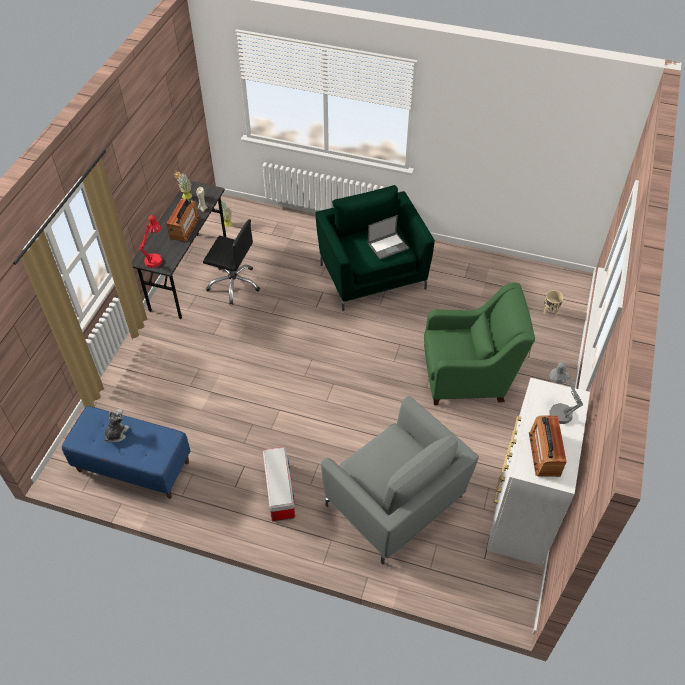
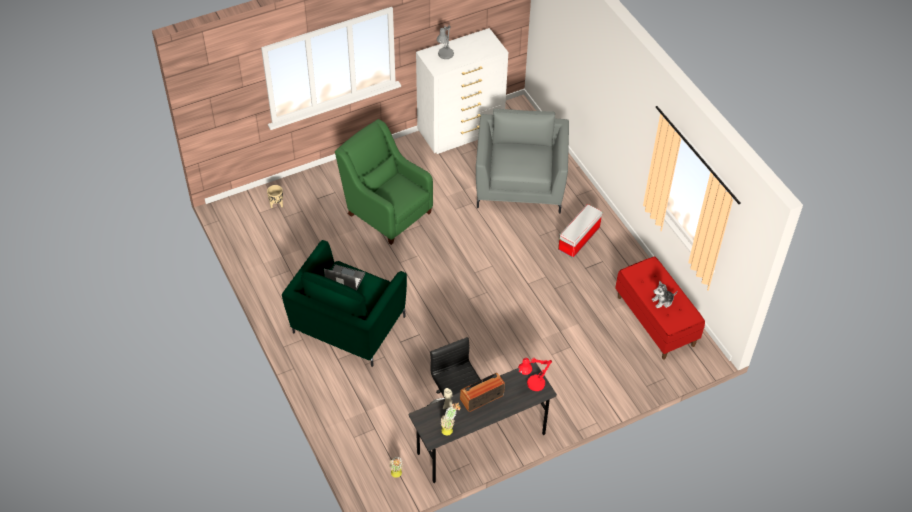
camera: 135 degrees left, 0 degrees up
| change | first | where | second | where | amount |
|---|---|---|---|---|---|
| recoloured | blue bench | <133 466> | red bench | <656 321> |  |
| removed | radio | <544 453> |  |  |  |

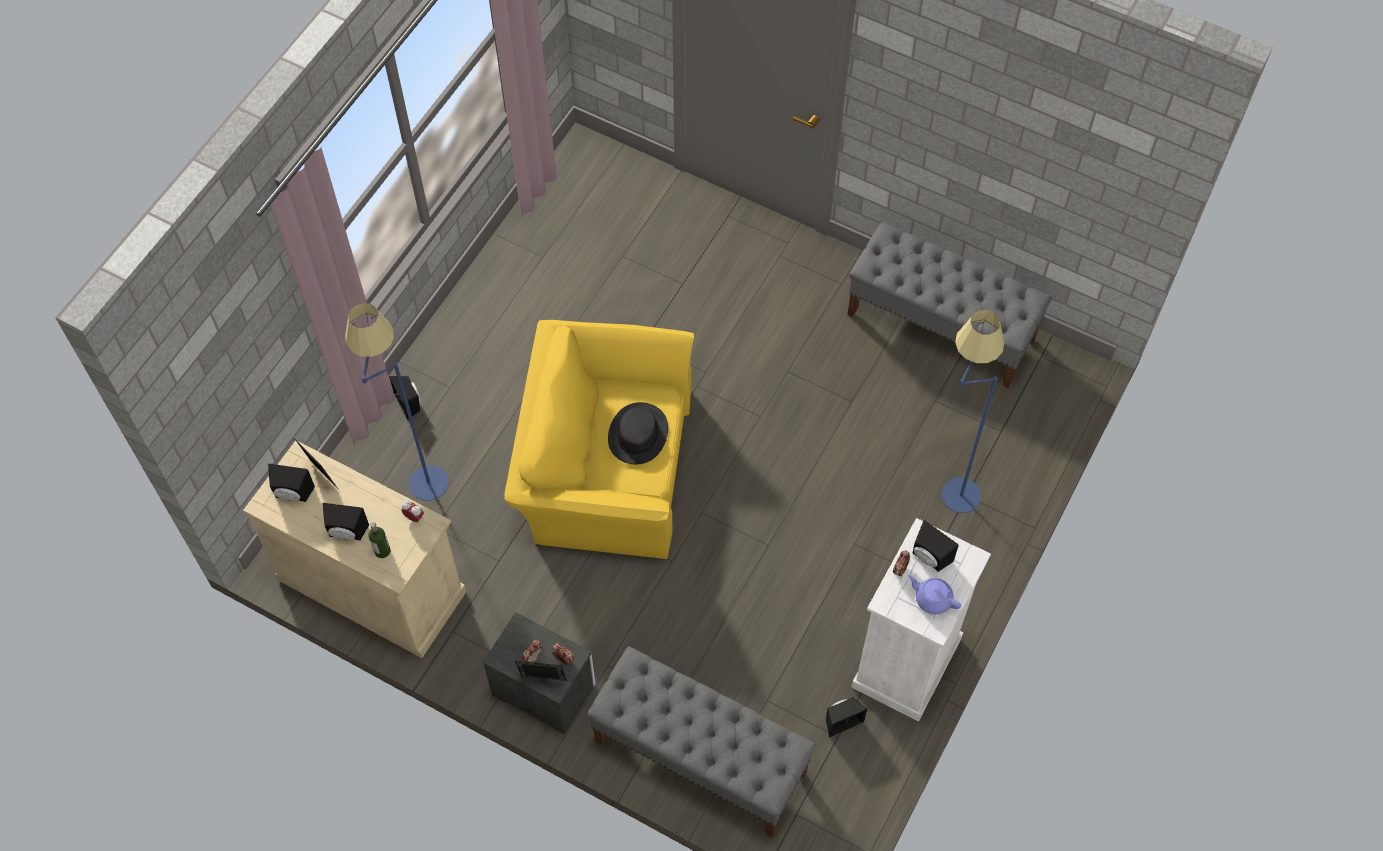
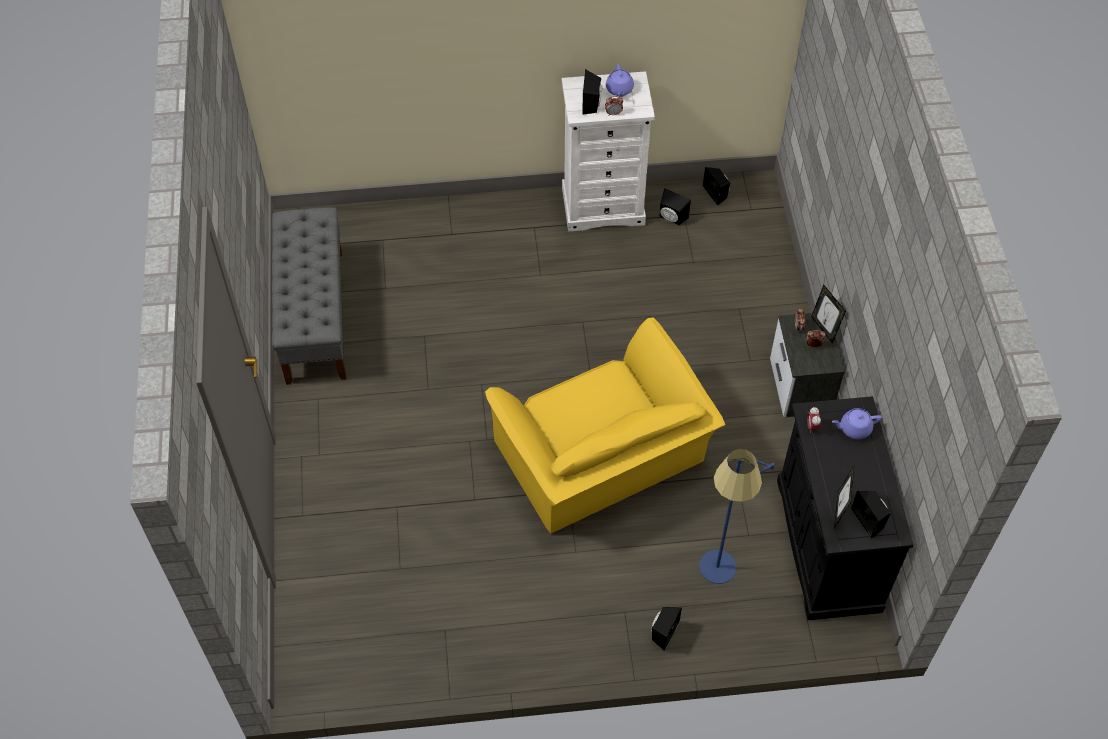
camera: 125 degrees left, 5 degrees down
| change | first | where | second | where | amount |
|---|---|---|---|---|---|
| moved | black speaker | <346 533> |  | <717 193> |  |
| recoloured | beige cabinet | <372 585> | black cabinet | <827 544> |  |
| replaced | bottle | <382 551> | purple teapot | <854 428> |  |
| removed | grey bench | <699 757> |  |  |  |
| removed | black hat | <637 434> |  |  |  |
| removed | blue floor lamp | <951 480> |  |  |  |

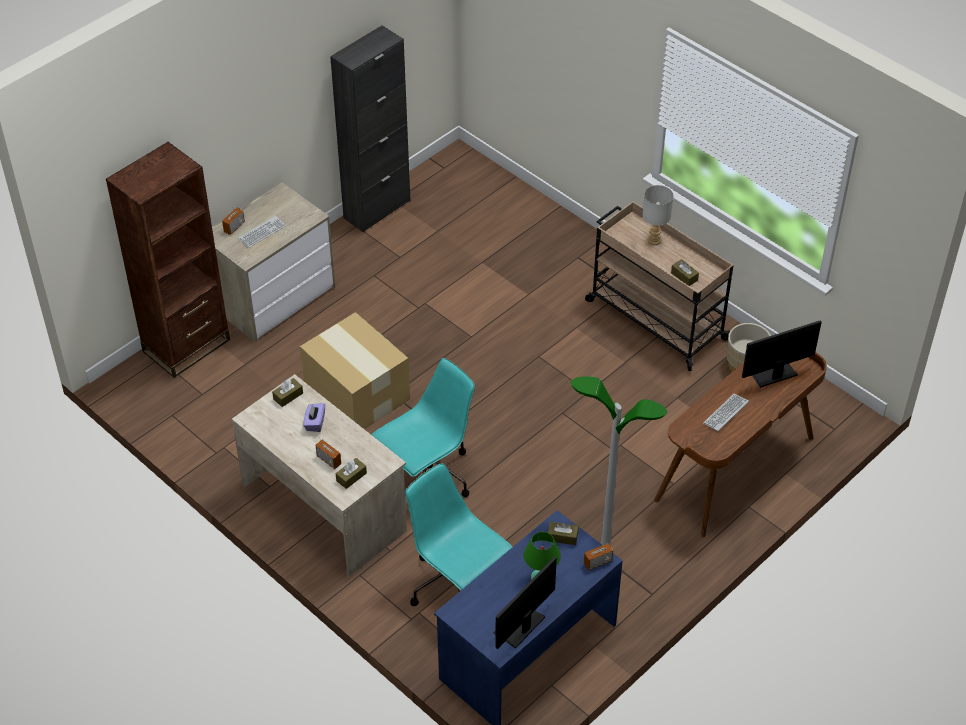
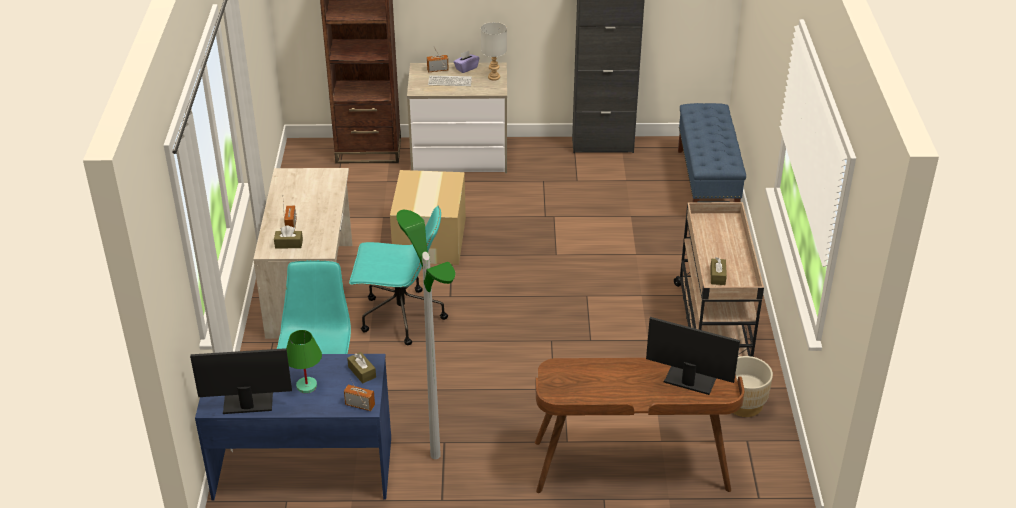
camera: 45 degrees right, 10 degrees down
| change | first | where | second | where | amount |
|---|---|---|---|---|---|
| moved | purple tissue box | <315 423> |  | <466 68> |  |
| moved | grey table lamp | <654 241> |  | <493 77> |  |
| added |  |  | blue bench | <707 184> |  |
| removed | brown tissue box | <288 396> |  |  |  |
| removed | keyboard | <725 413> |  |  |  |

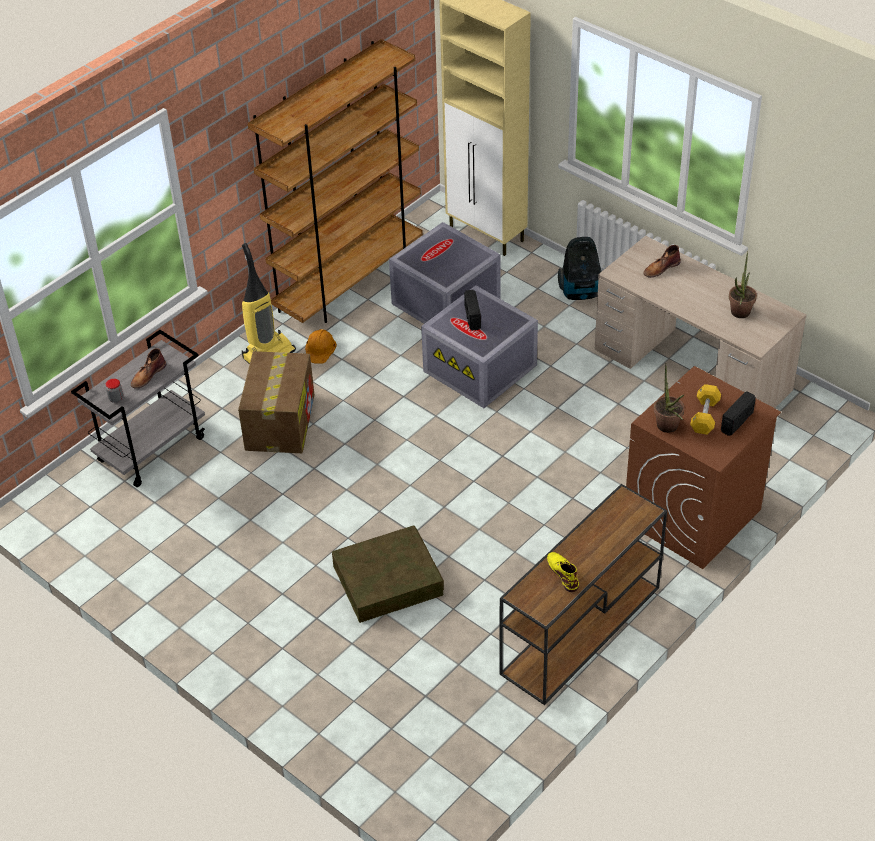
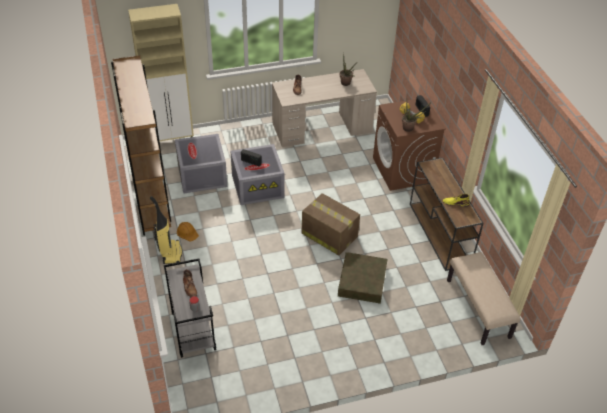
camera: 60 degrees left, 0 degrees up
| change | first | where | second | where | amount |
|---|---|---|---|---|---|
| moved | cardboard box | <280 421> |  | <328 234> |  |
| added |  |  | beige bench | <478 309> |  |
| removed | vacuum cleaner | <581 292> |  |  |  |

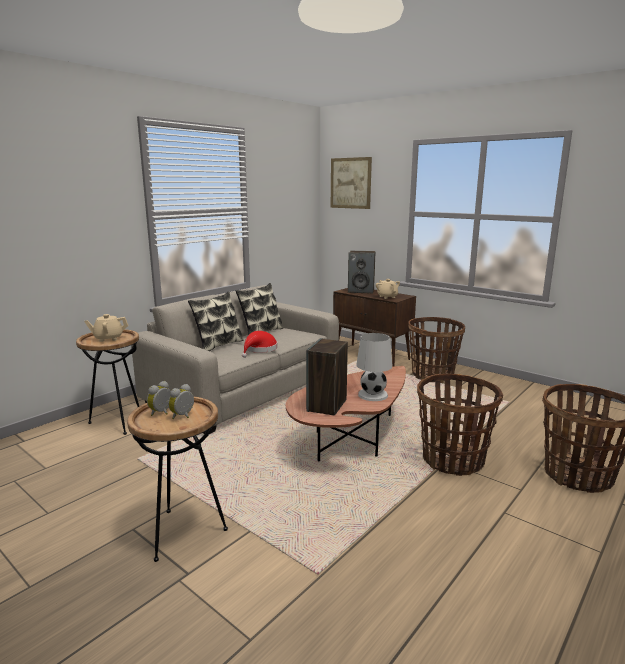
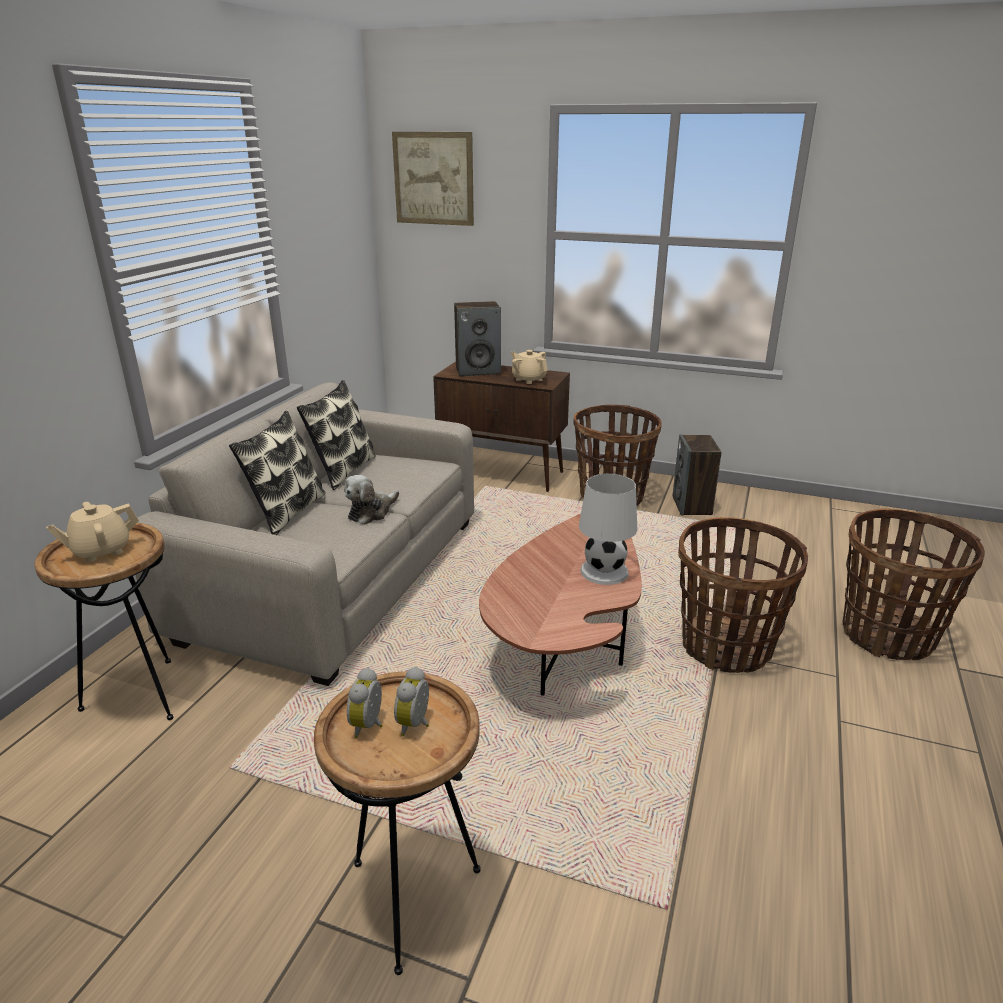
camera: 20 degrees left, 10 degrees up
| change | first | where | second | where | amount |
|---|---|---|---|---|---|
| replaced | red hat | <259 349> | plush toy | <371 512> |  |
| moved | speaker | <327 406> |  | <692 506> |  |

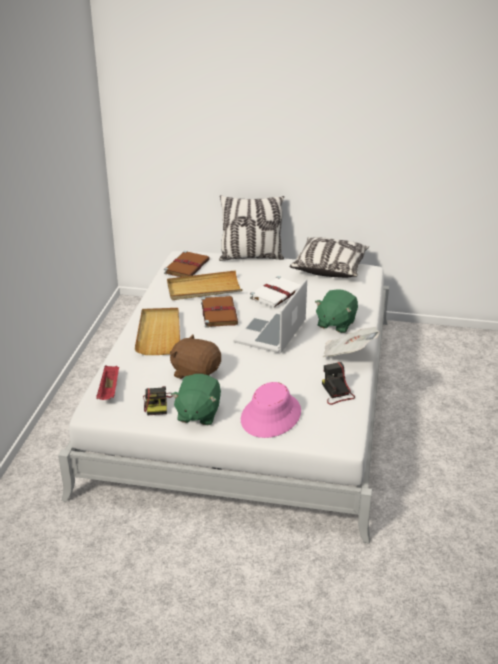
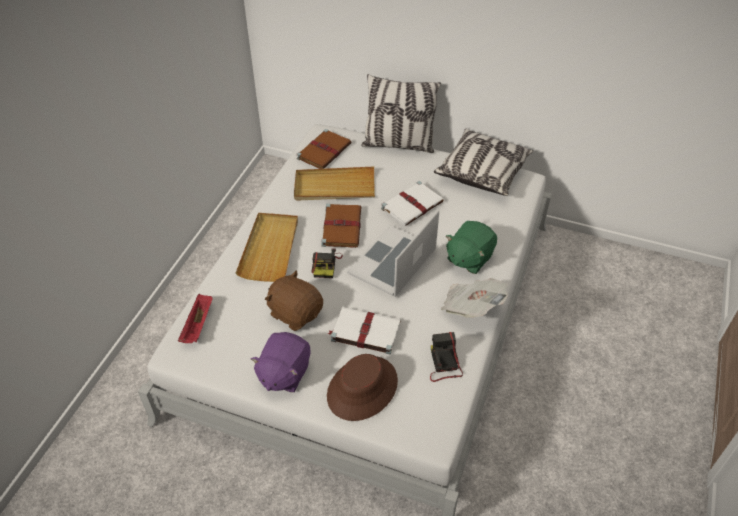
camera: 10 degrees right, 15 degrees up
| change | first | where | second | where | amount |
|---|---|---|---|---|---|
| recoloured | green plush toy | <198 413> | purple plush toy | <284 373> |  |
| moved | photo camera | <157 404> |  | <325 265> |  |
| recoloured | pink hat | <271 416> | brown hat | <362 388> |  |
| added |  |  | white book | <364 331> |  |

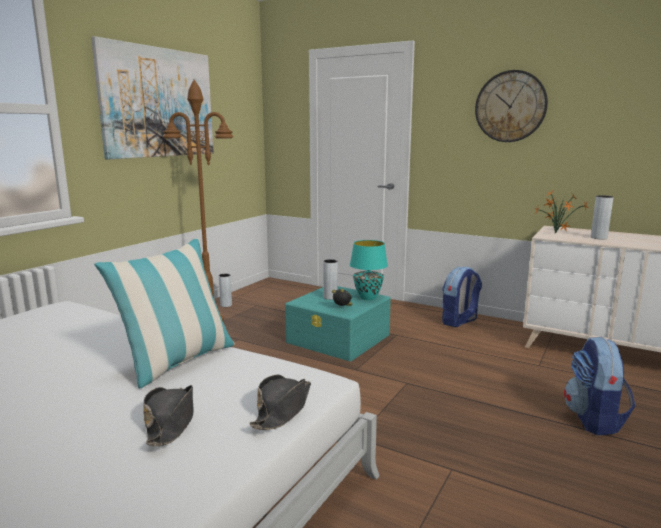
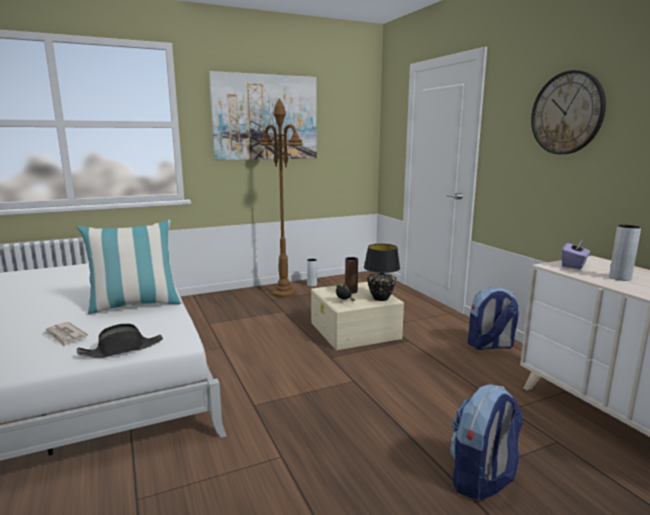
camera: 35 degrees right, 0 degrees up
| change | first | where | second | where | amount |
|---|---|---|---|---|---|
| replaced | black hat | <171 422> | newspaper | <65 336> |  |
| recoloured | turquoise storage box | <339 338> | beige storage box | <355 330> |  |
| recoloured | grey vase | <330 297> | brown vase | <351 291> |  |
| recoloured | turquoise table lamp | <368 298> | black table lamp | <381 298> |  |
| replaced | potted plant | <555 233> | purple tissue box | <574 265> |  |

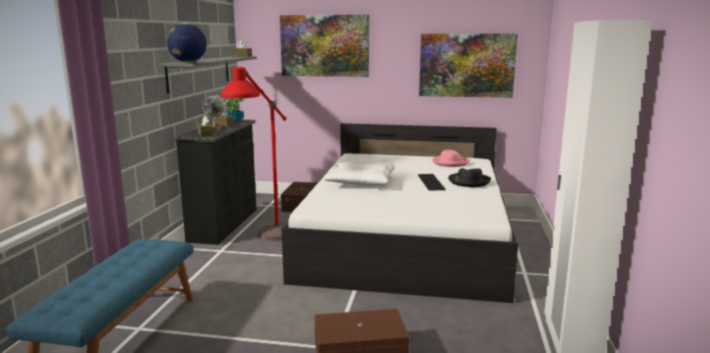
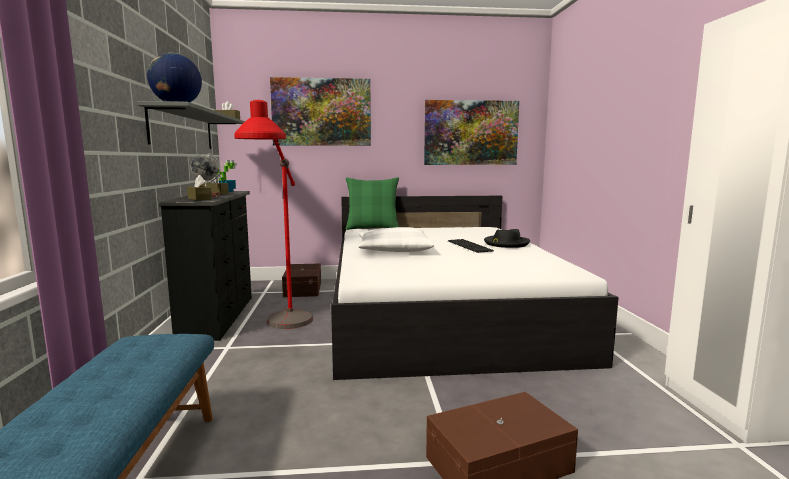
camera: 15 degrees left, 5 degrees down
| change | first | where | second | where | amount |
|---|---|---|---|---|---|
| added |  |  | green pillow | <372 228> |  |
| removed | pink hat | <450 163> |  |  |  |

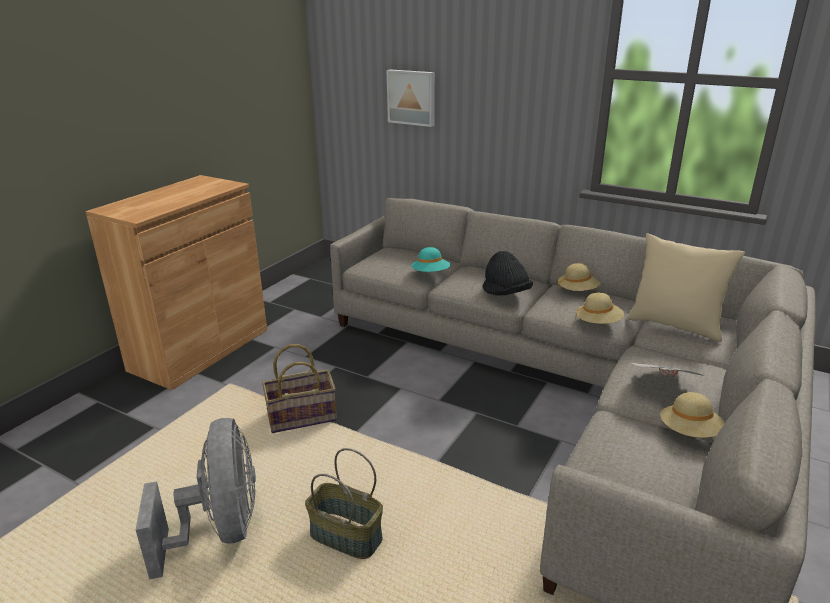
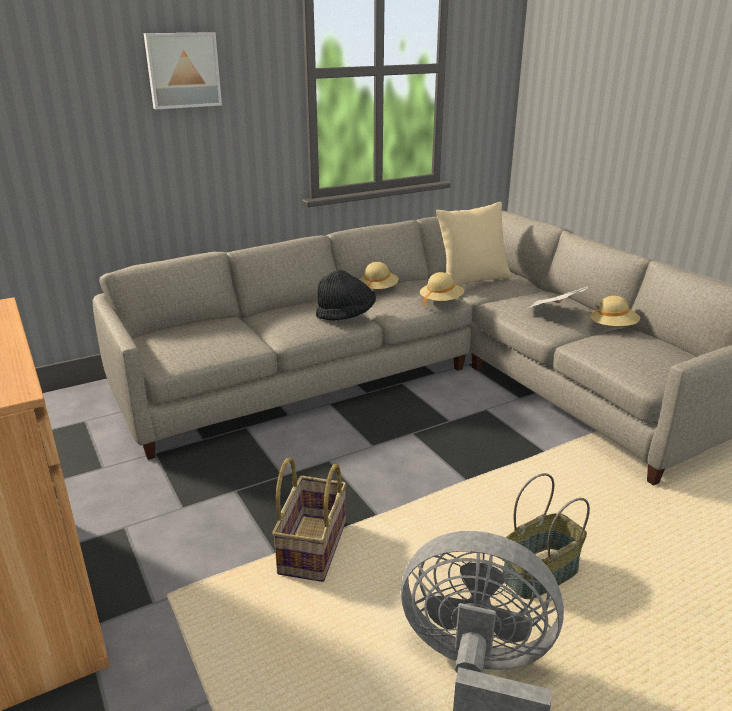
camera: 60 degrees left, 0 degrees up
| change | first | where | second | where | amount |
|---|---|---|---|---|---|
| moved | picture | <412 97> |  | <183 70> |  |
| removed | turquoise hat | <430 274> |  |  |  |

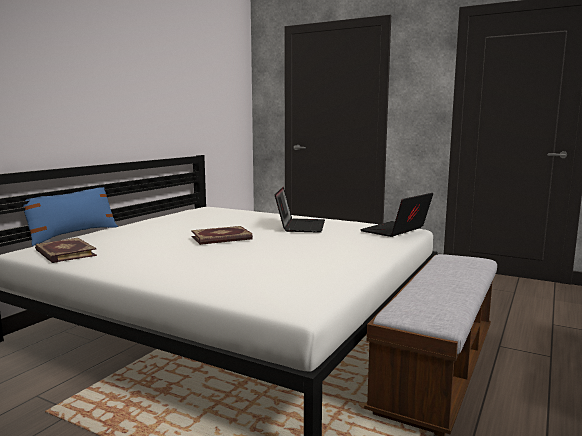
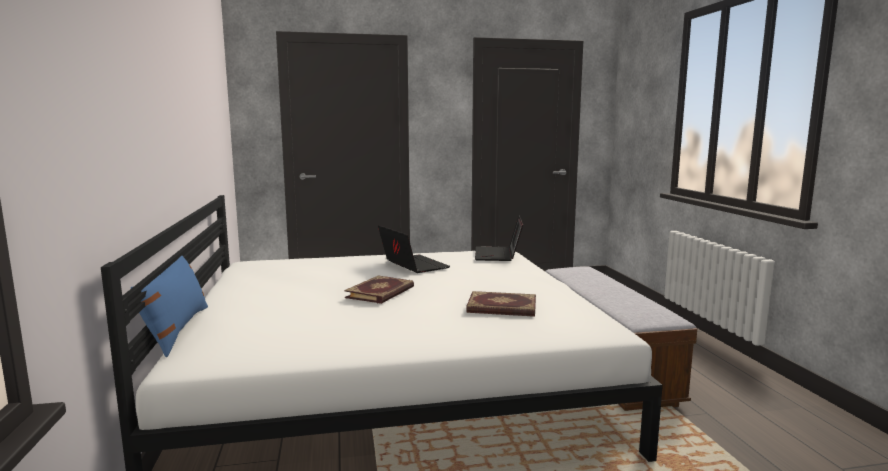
camera: 40 degrees left, 0 degrees up
| change | first | where | second | where | amount |
|---|---|---|---|---|---|
| moved | book | <64 253> |  | <502 308> |  |

